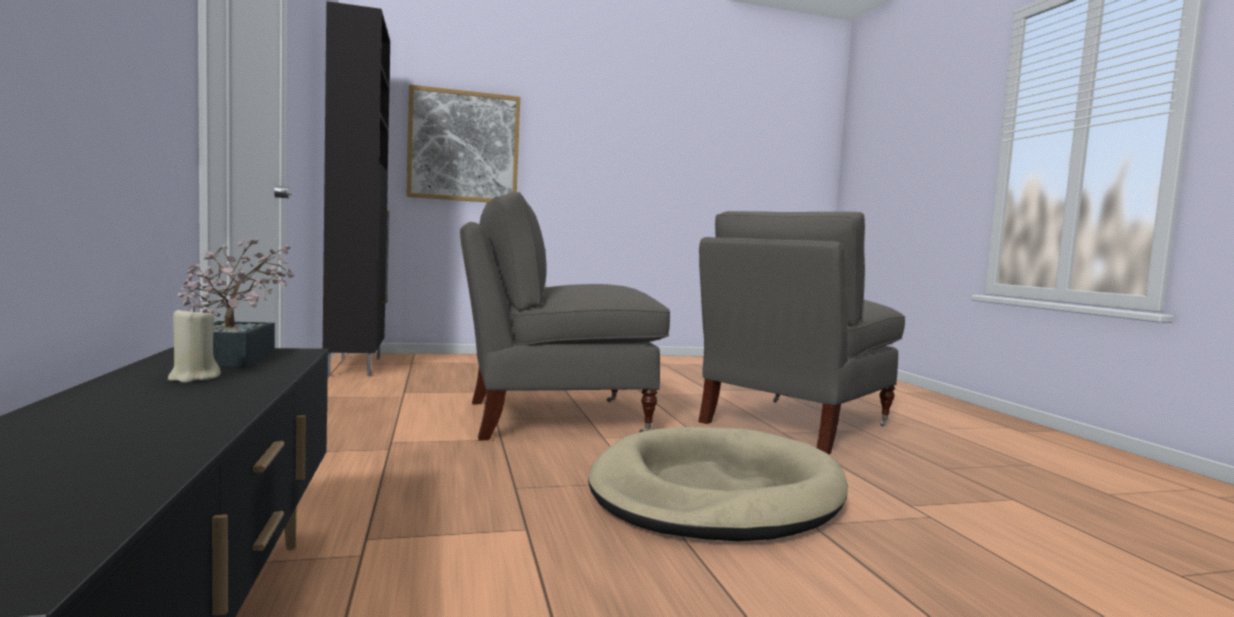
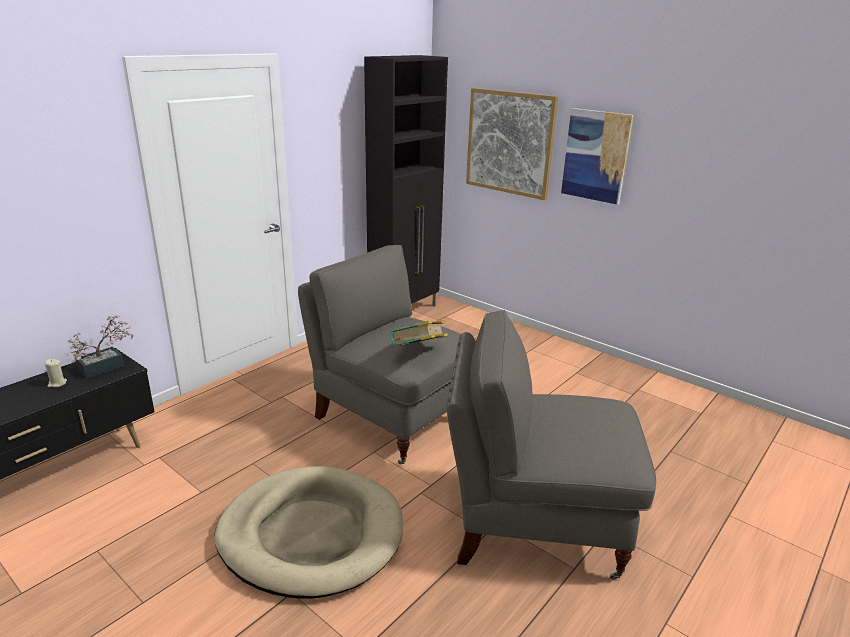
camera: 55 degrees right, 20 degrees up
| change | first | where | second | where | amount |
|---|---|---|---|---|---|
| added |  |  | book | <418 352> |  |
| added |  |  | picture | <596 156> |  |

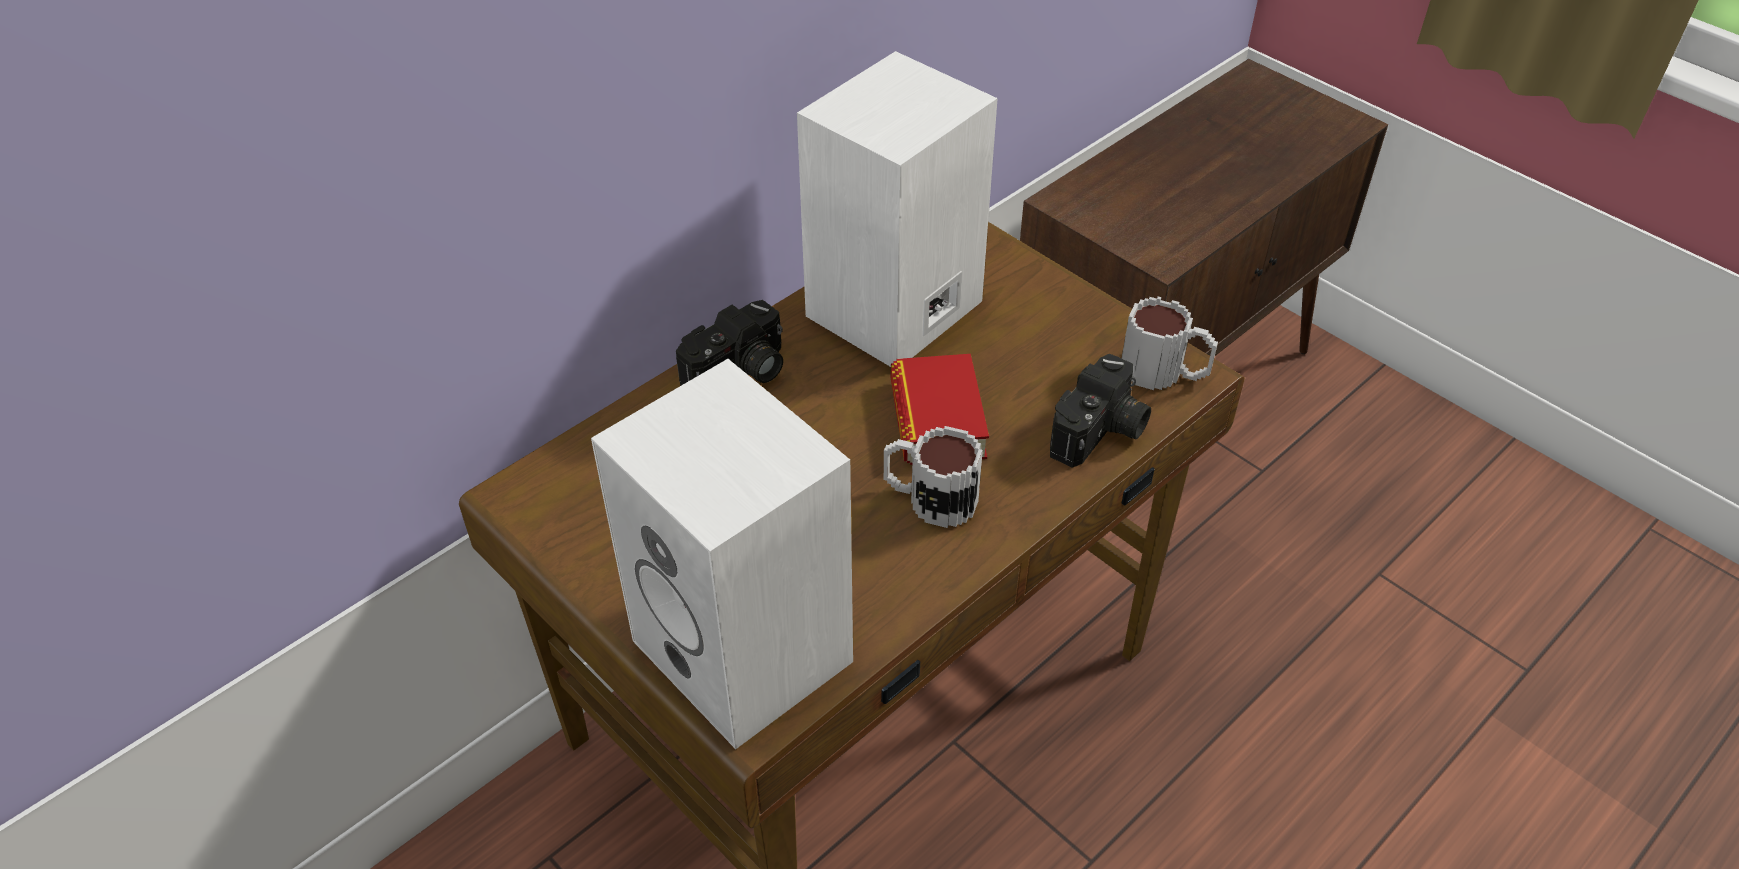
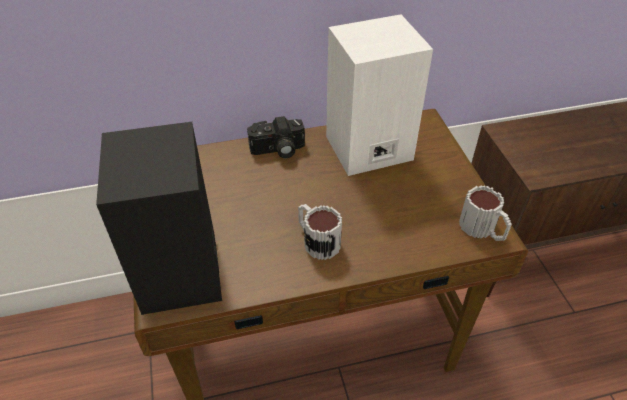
camera: 30 degrees right, 0 degrees up
| change | first | where | second | where | amount |
|---|---|---|---|---|---|
| recoloured | white speaker | <749 652> | black speaker | <182 273> |  |
| removed | book | <937 419> |  |  |  |
| removed | photo camera | <1100 433> |  |  |  |

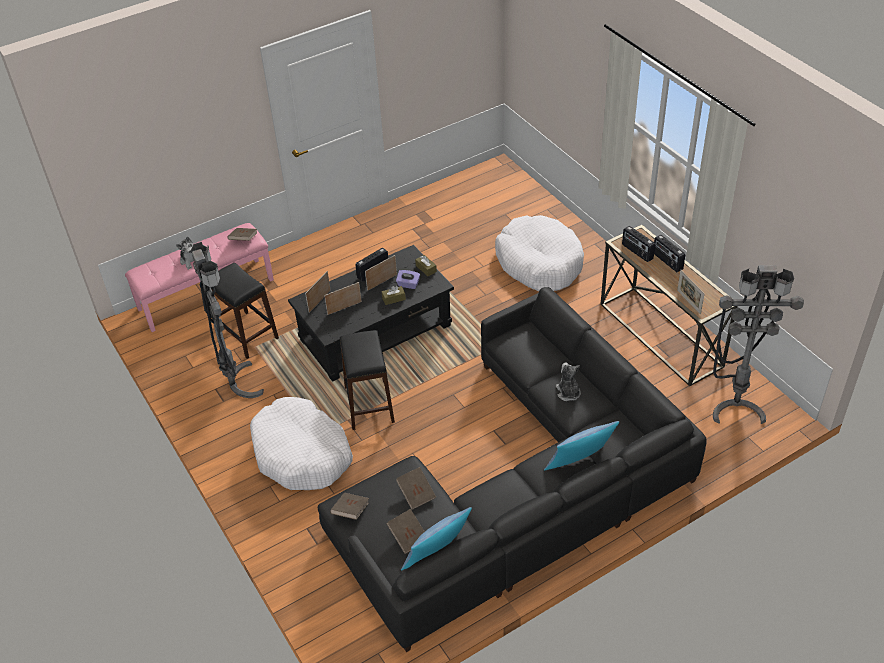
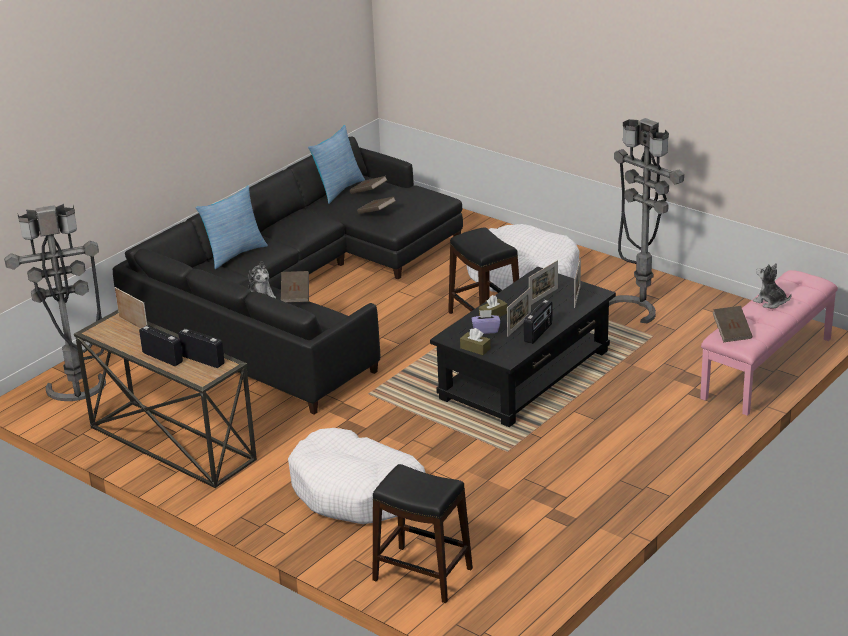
camera: 160 degrees right, 15 degrees down
| change | first | where | second | where | amount |
|---|---|---|---|---|---|
| moved | brown book | <350 511> |  | <295 295> |  |
| moved | black stool | <247 334> |  | <422 575> |  |

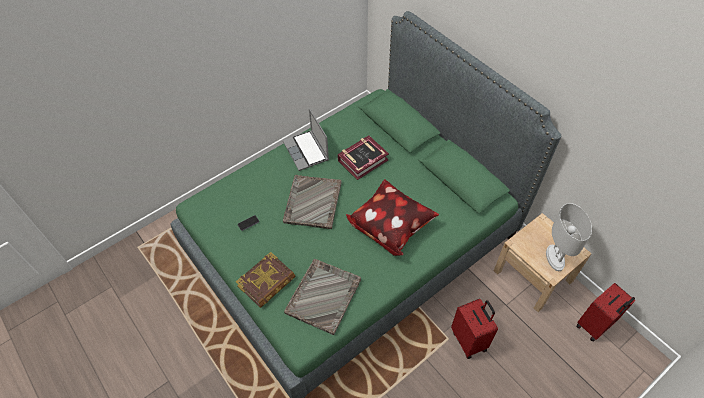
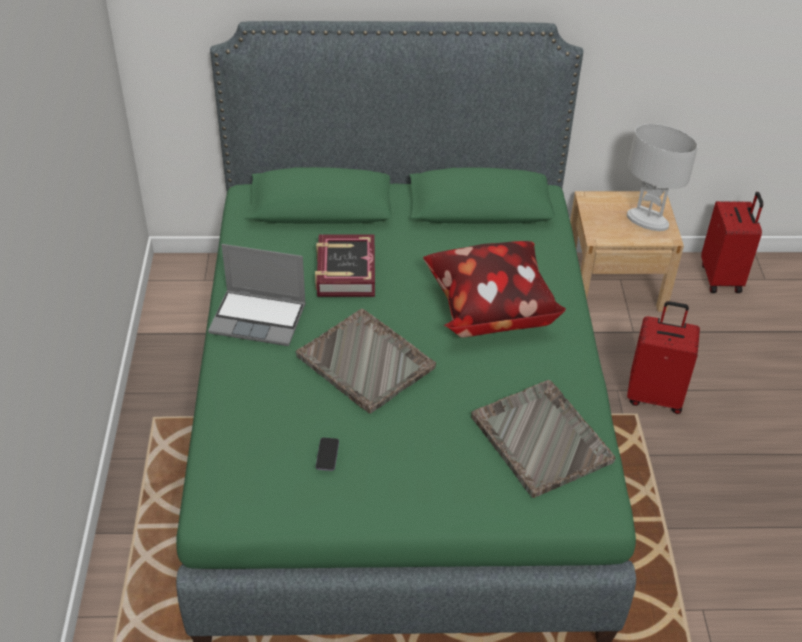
camera: 55 degrees left, 10 degrees down
| change | first | where | second | where | amount |
|---|---|---|---|---|---|
| removed | book | <267 282> |  |  |  |

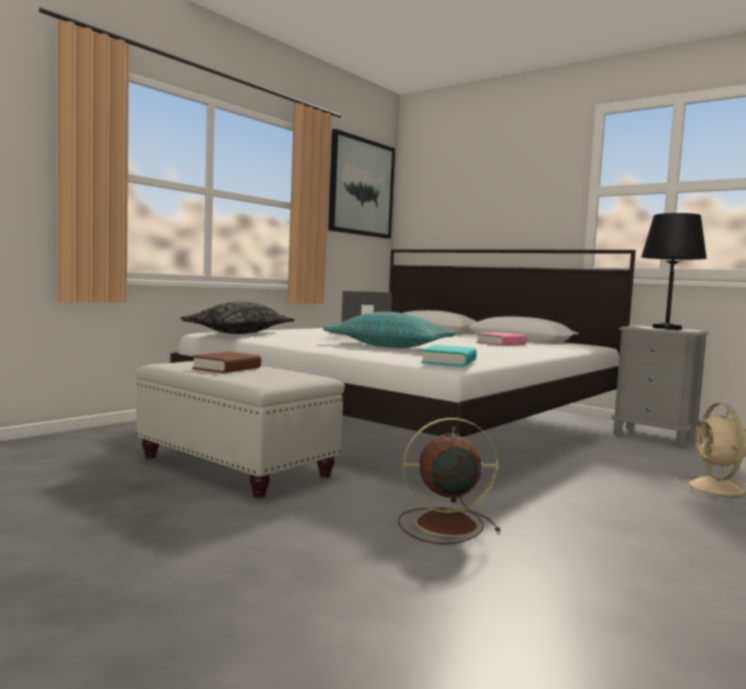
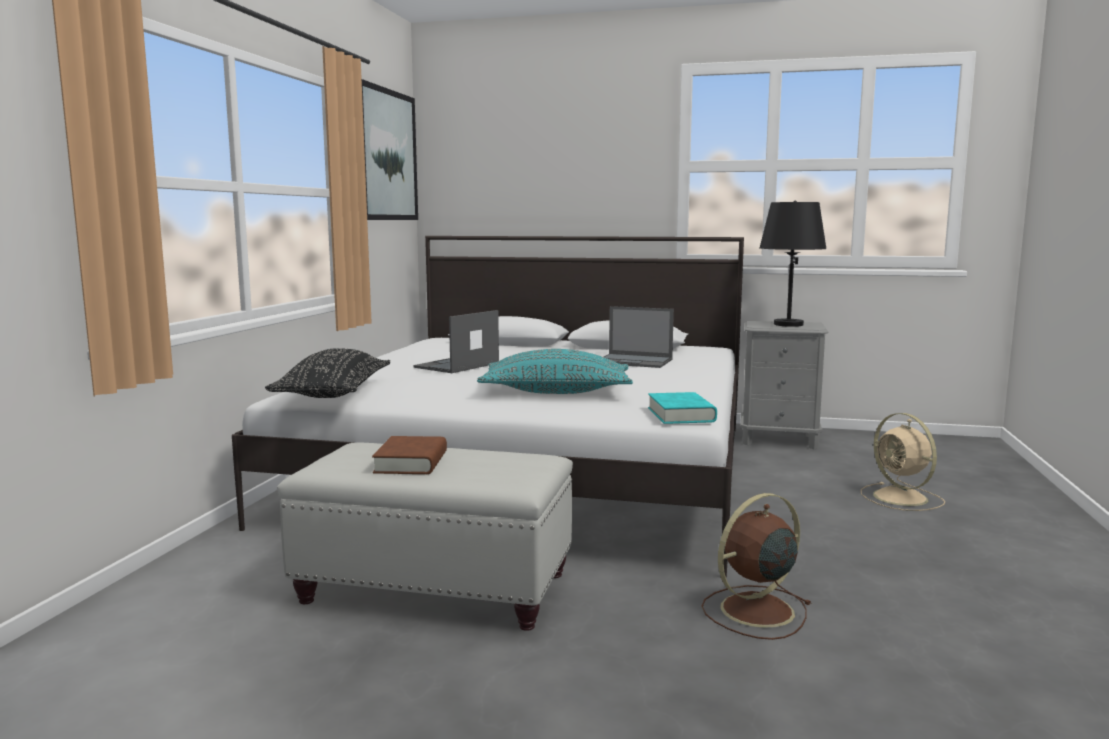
camera: 25 degrees left, 5 degrees up
| change | first | where | second | where | amount |
|---|---|---|---|---|---|
| replaced | pink book | <501 343> | laptop | <635 361> |  |

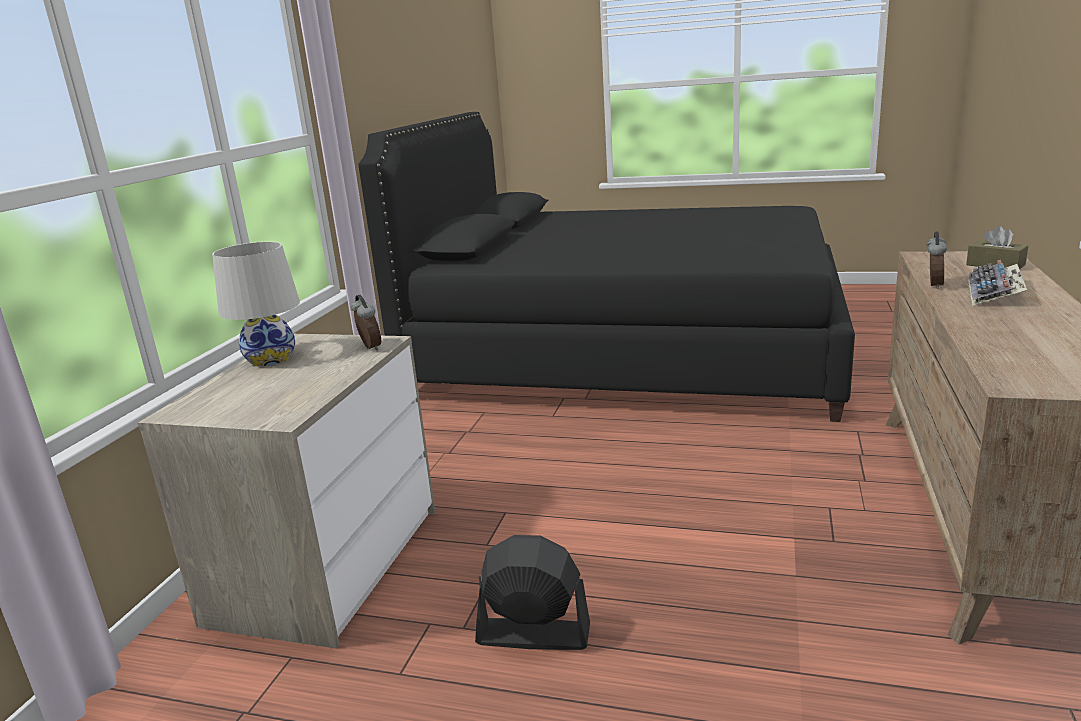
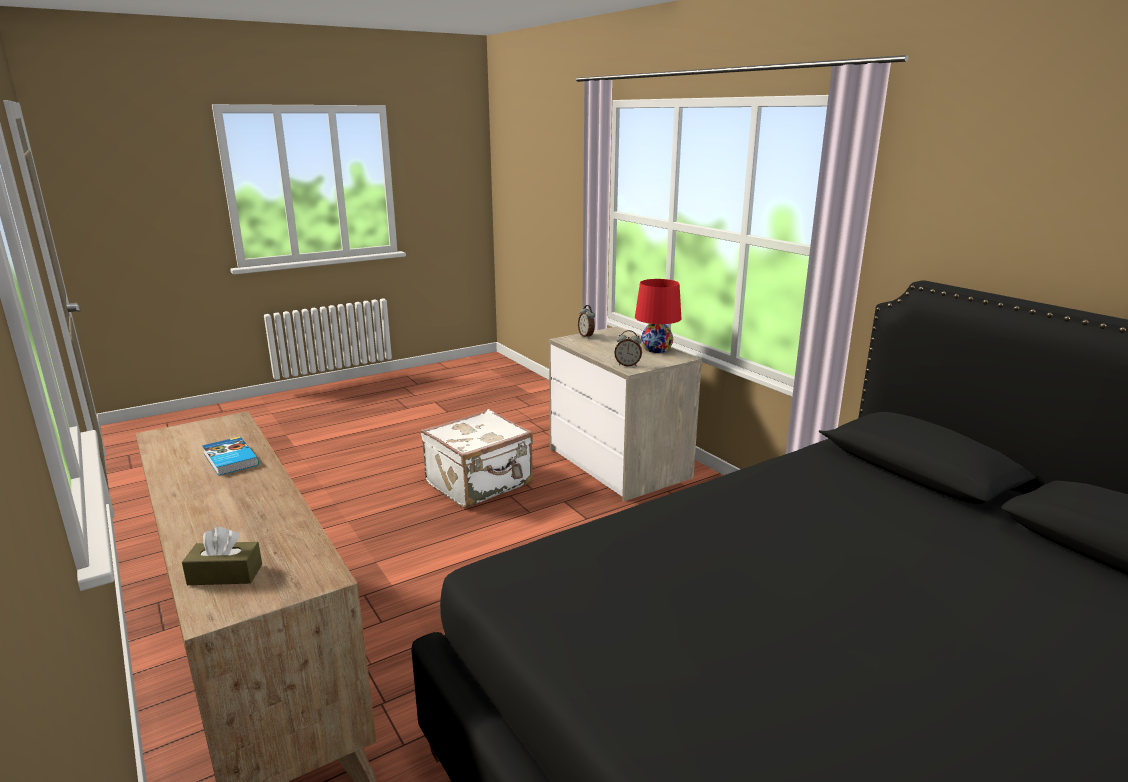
camera: 130 degrees right, 0 degrees up
| change | first | where | second | where | amount |
|---|---|---|---|---|---|
| added |  |  | book | <229 459> |  |
| replaced | black fan | <533 634> | white suitcase | <480 484> |  |
| moved | alarm clock | <932 285> |  | <586 336> |  |
| recoloured | white table lamp | <270 358> | red table lamp | <656 349> |  |
| removed | keyboard | <995 293> |  |  |  |

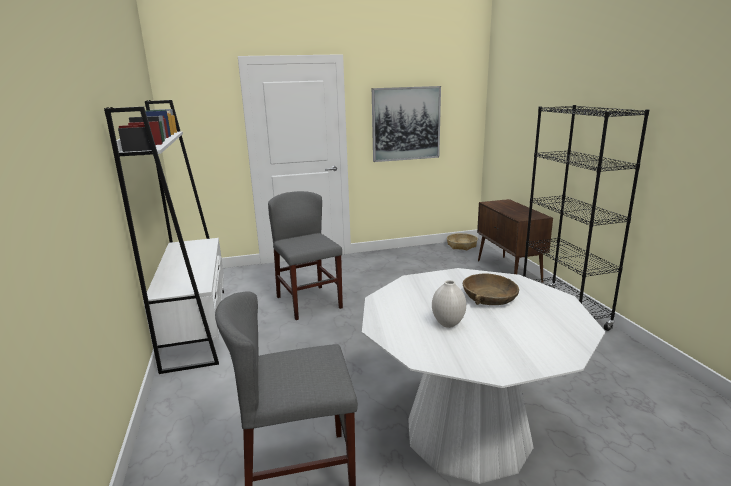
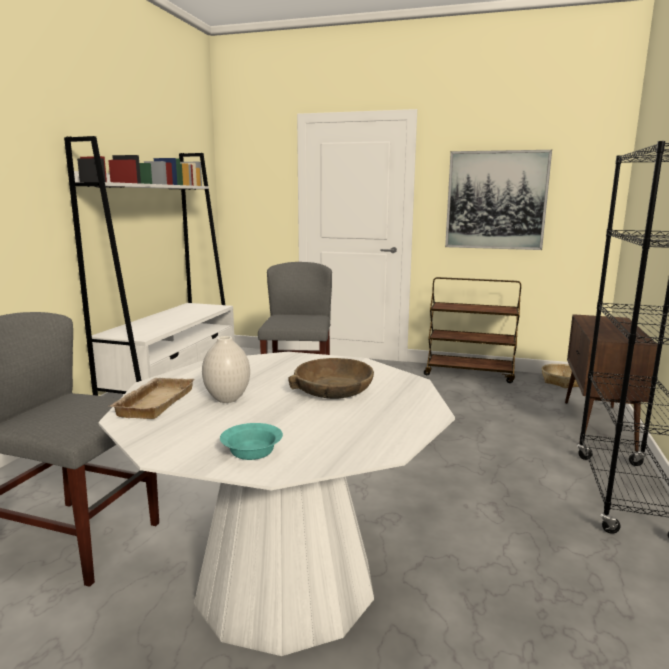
camera: 30 degrees right, 5 degrees down
| change | first | where | second | where | amount |
|---|---|---|---|---|---|
| added |  |  | beige tray | <153 402> |  |
| added |  |  | turquoise bowl | <250 452> |  |
| added |  |  | brown cart | <469 373> |  |

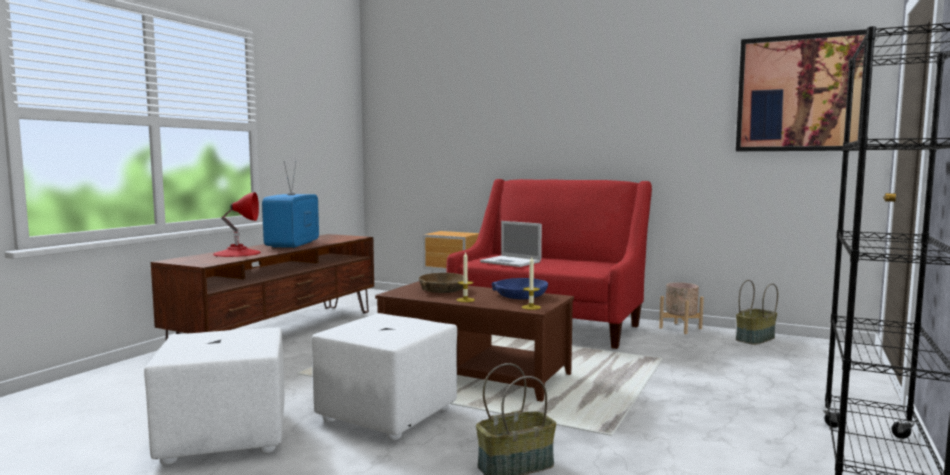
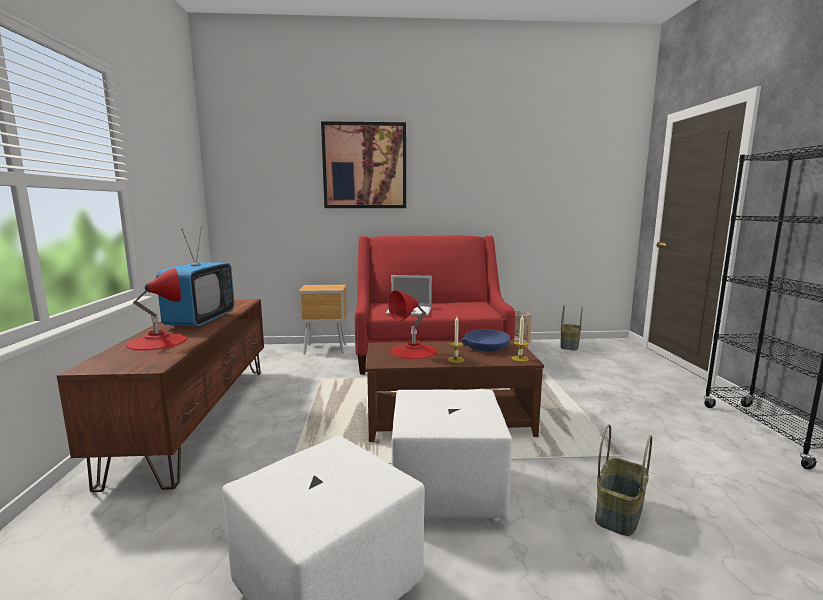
camera: 30 degrees left, 5 degrees up
| change | first | where | second | where | amount |
|---|---|---|---|---|---|
| turned | television | <293 245> |  | <200 320> | 150 degrees counterclockwise |
| moved | picture | <800 93> |  | <364 166> |  |
| replaced | brown bowl | <443 290> | red table lamp | <413 351> |  |

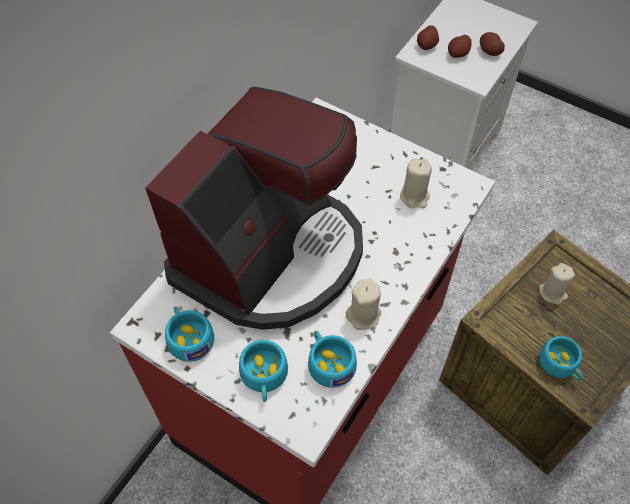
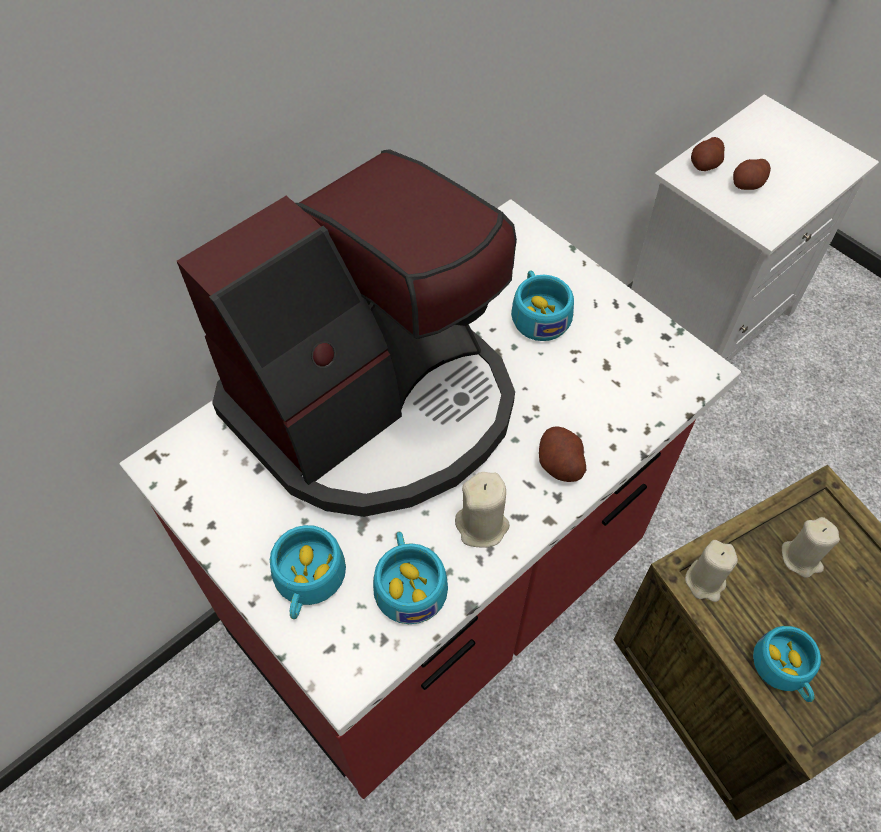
camera: 15 degrees right, 0 degrees up
| change | first | where | second | where | amount |
|---|---|---|---|---|---|
| moved | turquoise cup | <189 338> |  | <538 314> |  |
| moved | potato | <489 51> |  | <560 464> |  |
| moved | beige candle | <414 196> |  | <705 581> |  |

